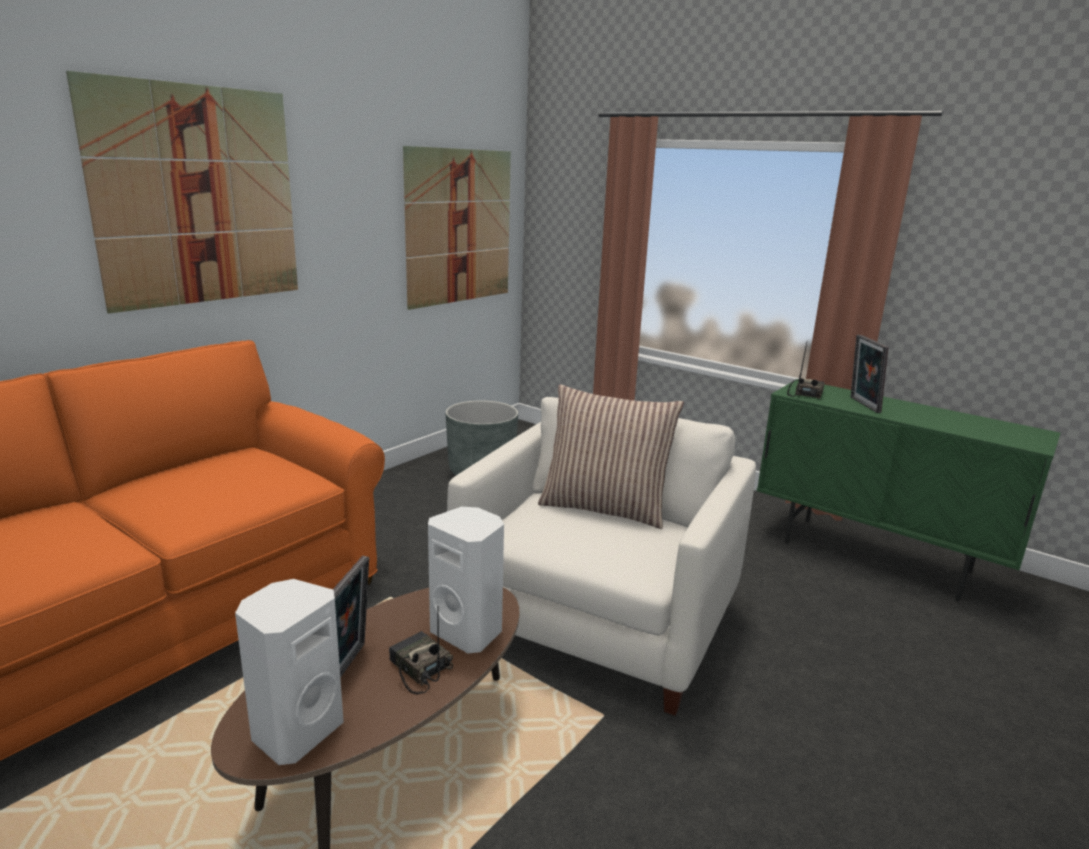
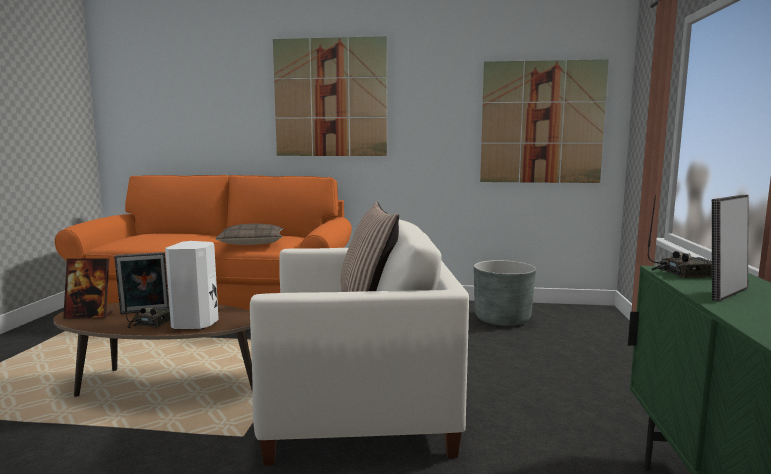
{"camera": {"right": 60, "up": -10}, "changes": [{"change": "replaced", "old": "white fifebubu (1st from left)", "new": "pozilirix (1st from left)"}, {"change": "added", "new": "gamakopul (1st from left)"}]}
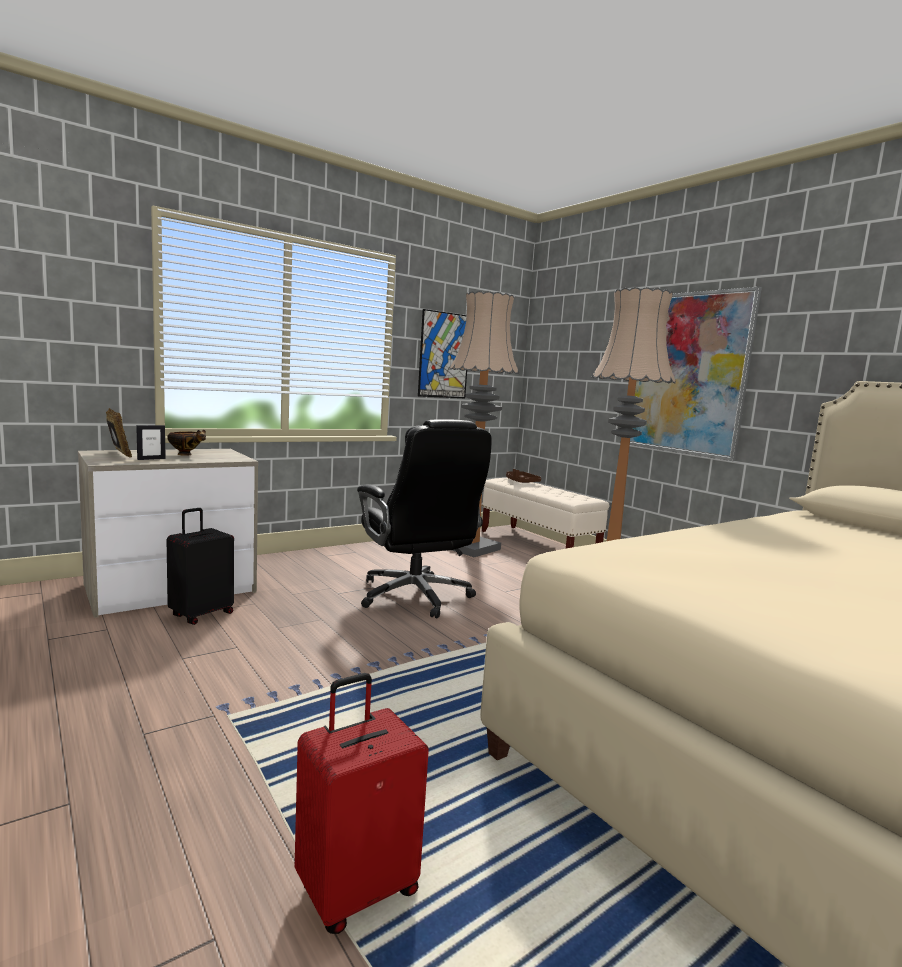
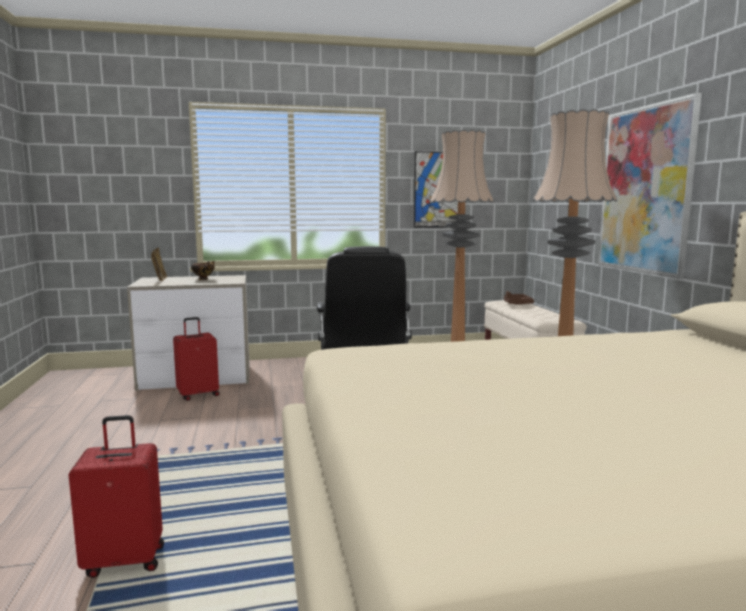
{"camera": {"right": 25, "up": 0}, "changes": [{"change": "removed", "old": "pozilirix (2nd from left)"}, {"change": "recoloured", "old": "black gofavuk", "new": "red gofavuk (2nd from left)"}]}
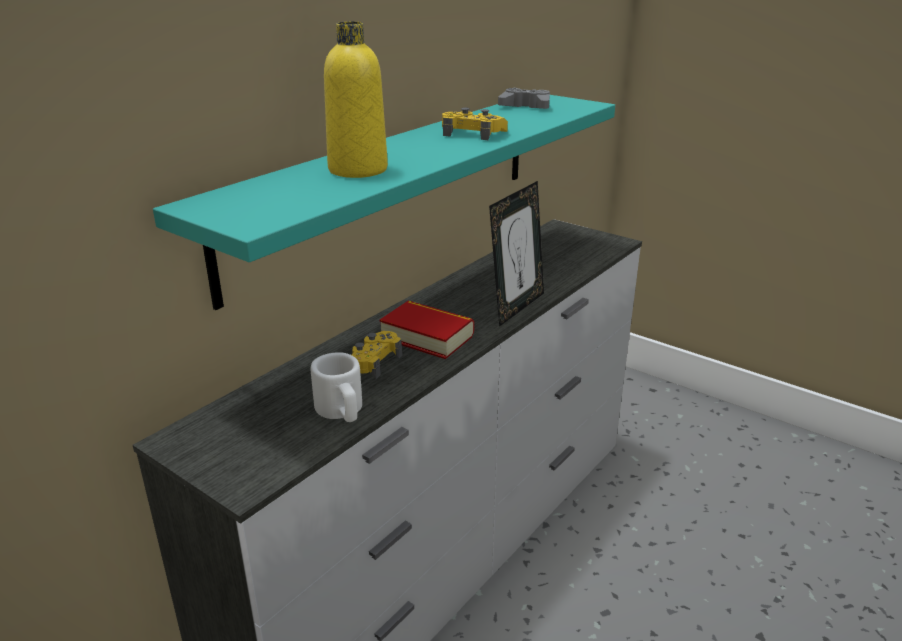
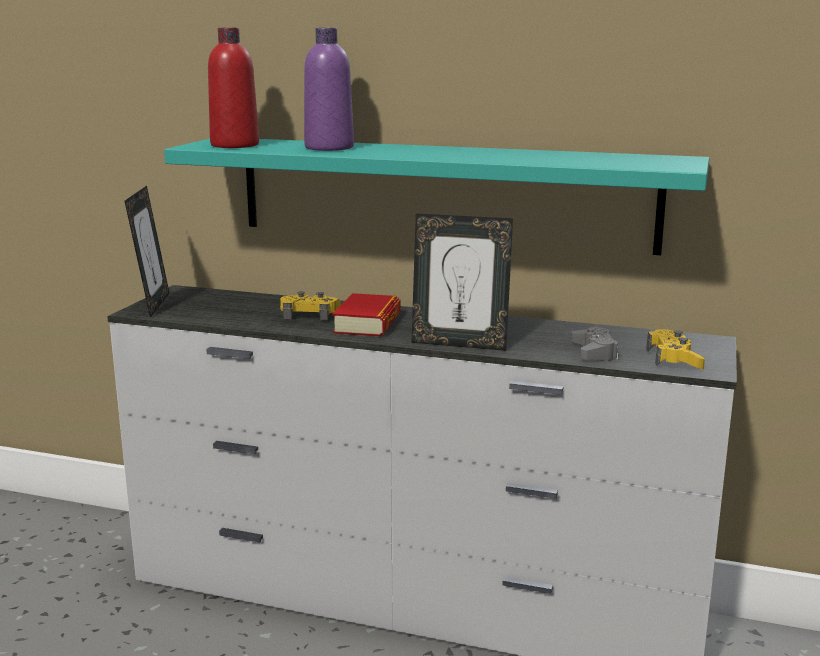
{"camera": {"right": 70, "up": -10}, "changes": [{"change": "recoloured", "old": "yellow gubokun", "new": "purple gubokun"}, {"change": "moved", "old": "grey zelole"}, {"change": "moved", "old": "yellow zelole (2nd from left)"}, {"change": "removed", "old": "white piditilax"}, {"change": "added", "new": "red gubokun"}, {"change": "added", "new": "pozilirix (1st from left)"}]}
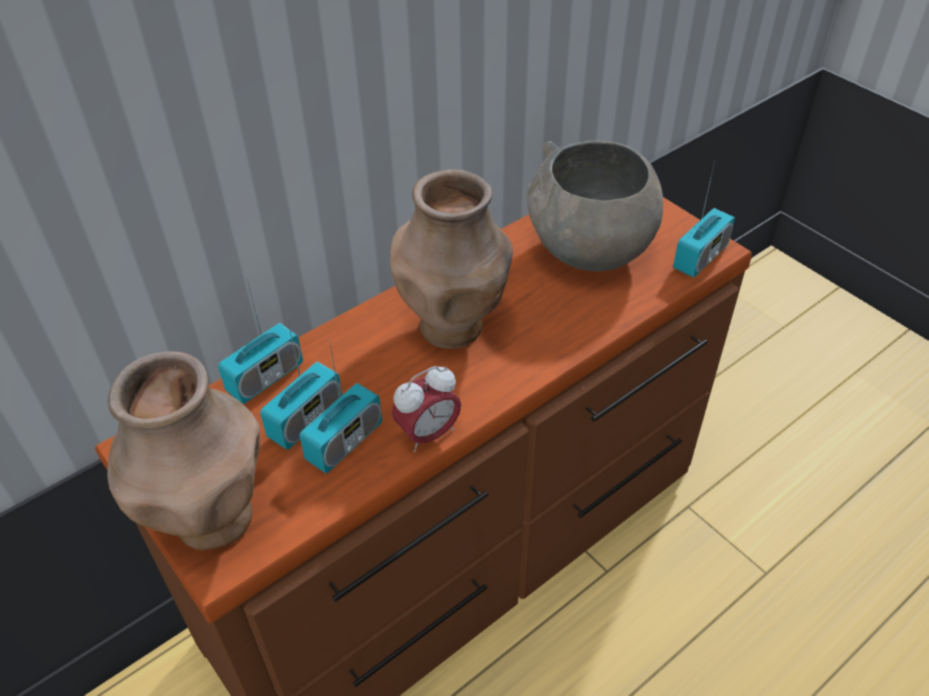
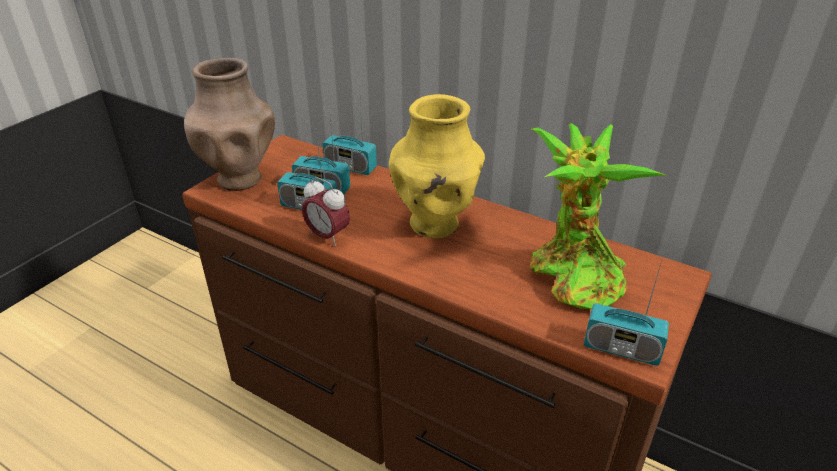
{"camera": {"right": 70, "up": -10}, "changes": [{"change": "replaced", "old": "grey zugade", "new": "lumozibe"}, {"change": "recoloured", "old": "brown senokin (2nd from left)", "new": "yellow senokin"}]}
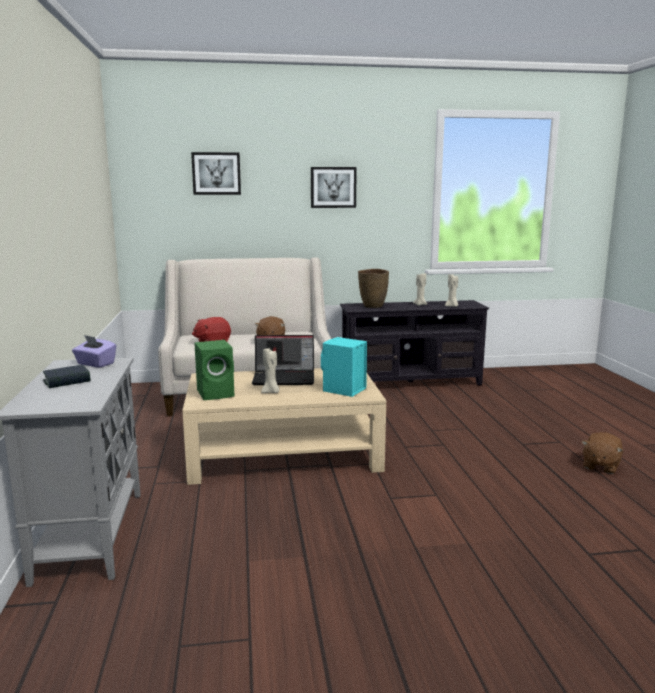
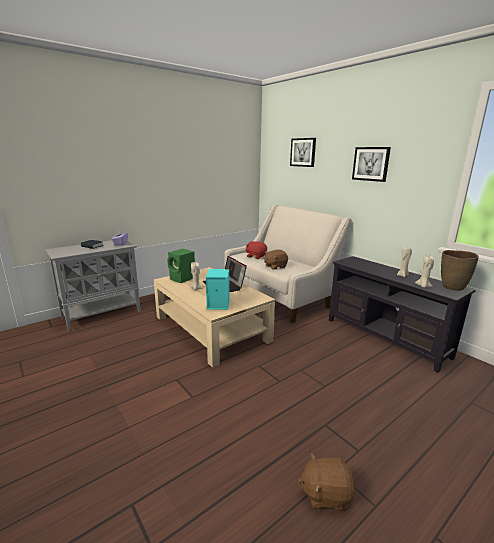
{"camera": {"right": 60, "up": 5}, "changes": [{"change": "moved", "old": "brown senokin"}]}
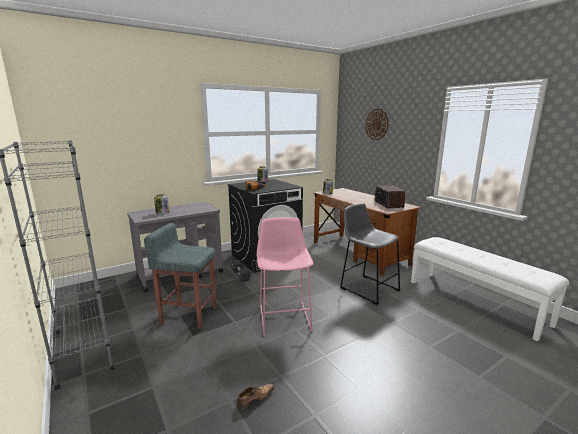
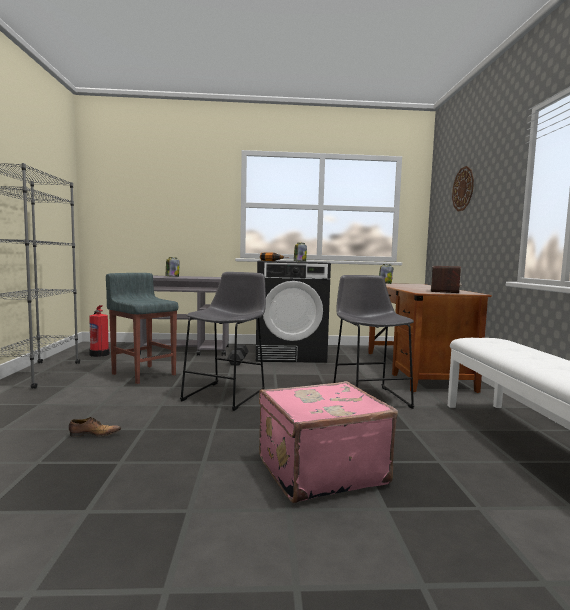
{"camera": {"right": 30, "up": -10}, "changes": [{"change": "recoloured", "old": "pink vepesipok", "new": "grey vepesipok (2nd from left)"}, {"change": "added", "new": "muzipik"}, {"change": "added", "new": "pink gofavuk"}]}
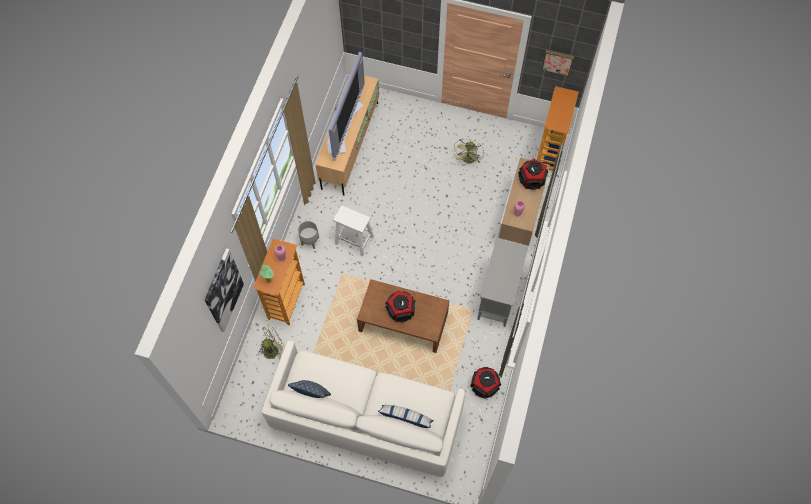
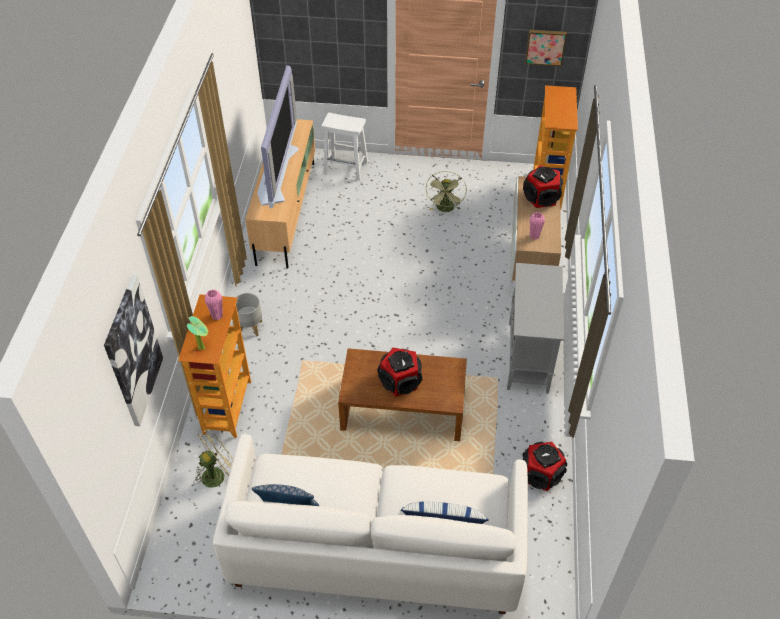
{"camera": {"right": -10, "up": -15}, "changes": [{"change": "moved", "old": "white vepesipok"}]}
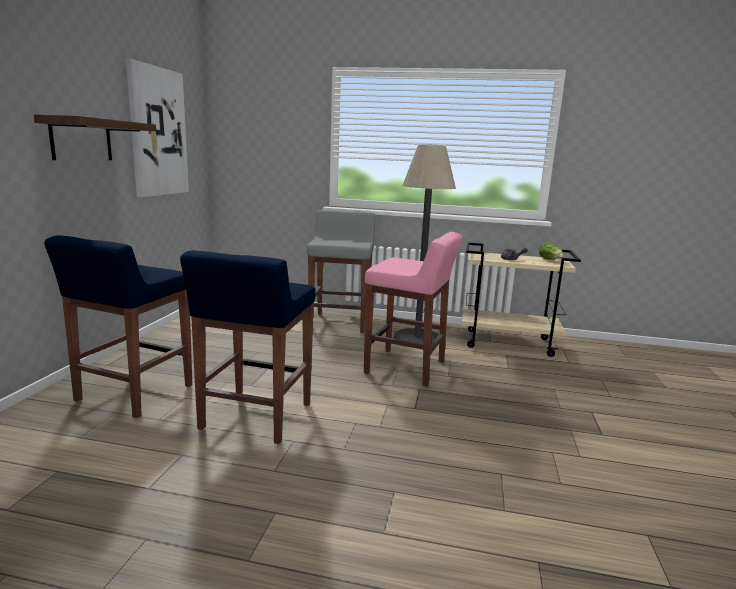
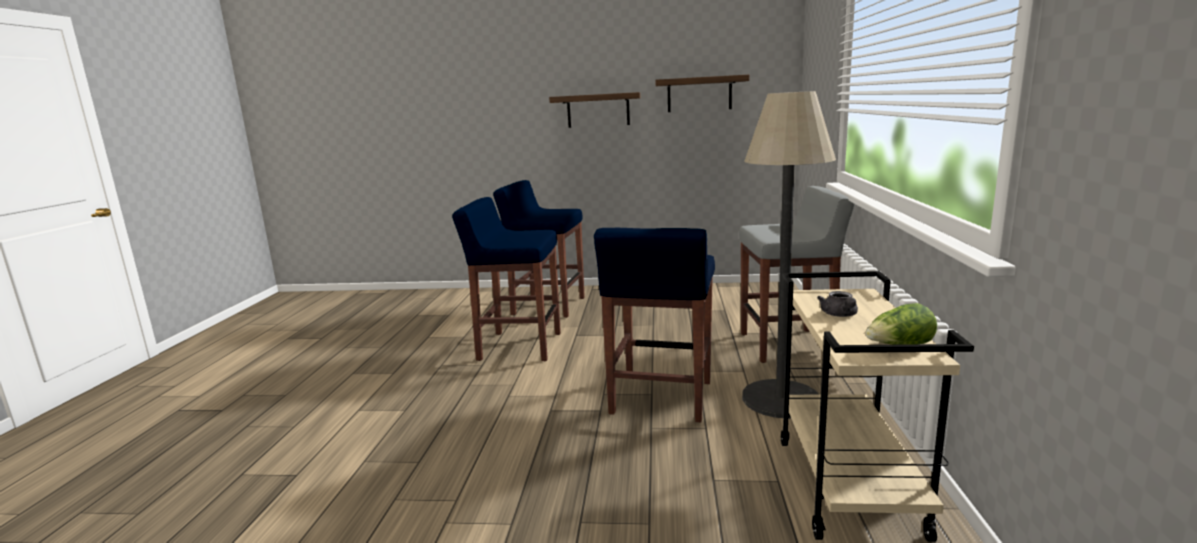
{"camera": {"right": 85, "up": 0}, "changes": [{"change": "replaced", "old": "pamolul", "new": "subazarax (2nd from left)"}, {"change": "recoloured", "old": "pink vepesipok", "new": "blue vepesipok (3rd from left)"}]}
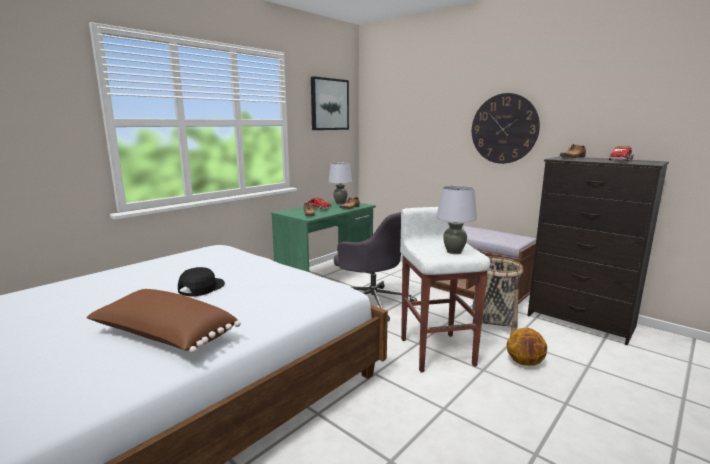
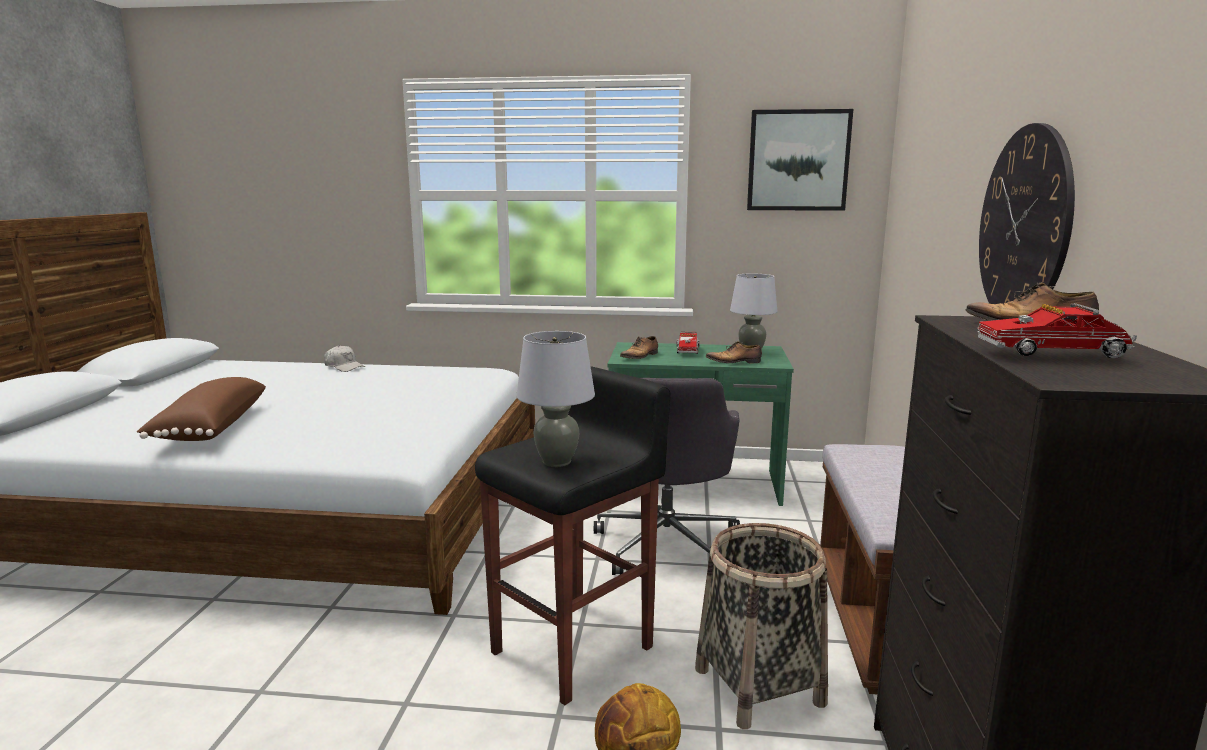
{"camera": {"right": 55, "up": 0}, "changes": [{"change": "recoloured", "old": "white vepesipok", "new": "black vepesipok"}, {"change": "removed", "old": "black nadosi"}, {"change": "added", "new": "white nadosi"}]}
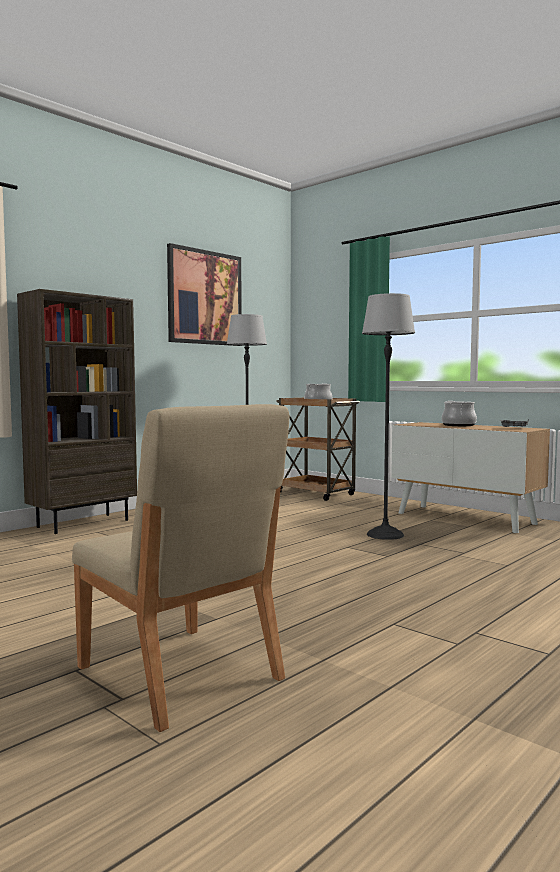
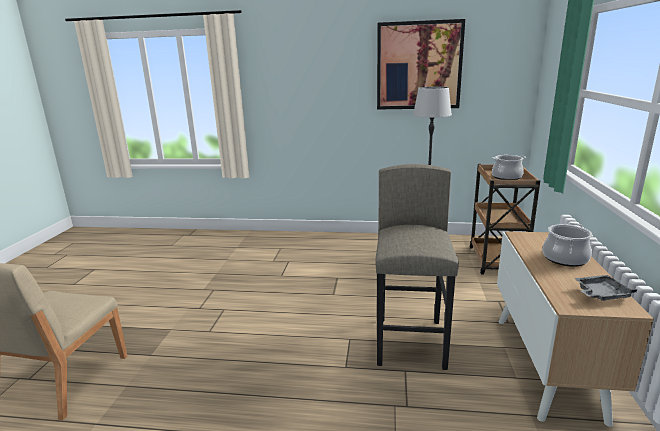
{"camera": {"right": 55, "up": 15}, "changes": [{"change": "removed", "old": "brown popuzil"}, {"change": "replaced", "old": "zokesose (2nd from left)", "new": "grey vepesipok"}]}
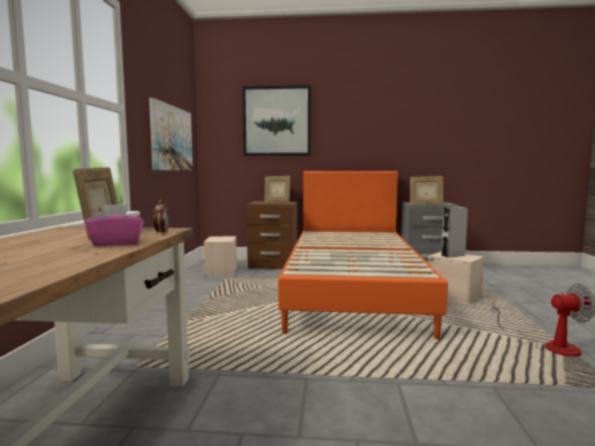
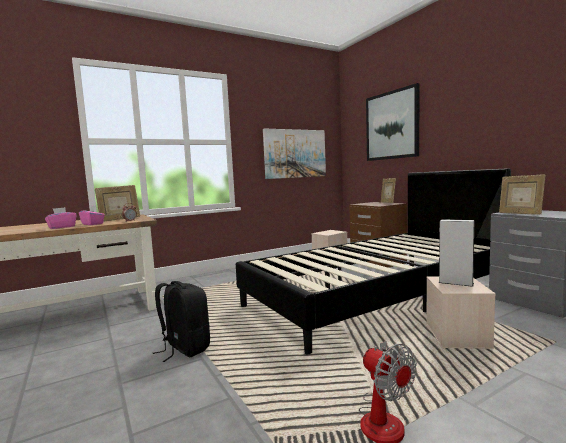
{"camera": {"right": 55, "up": 0}, "changes": [{"change": "recoloured", "old": "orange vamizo", "new": "black vamizo"}, {"change": "added", "new": "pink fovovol (1st from left)"}, {"change": "added", "new": "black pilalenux"}]}
